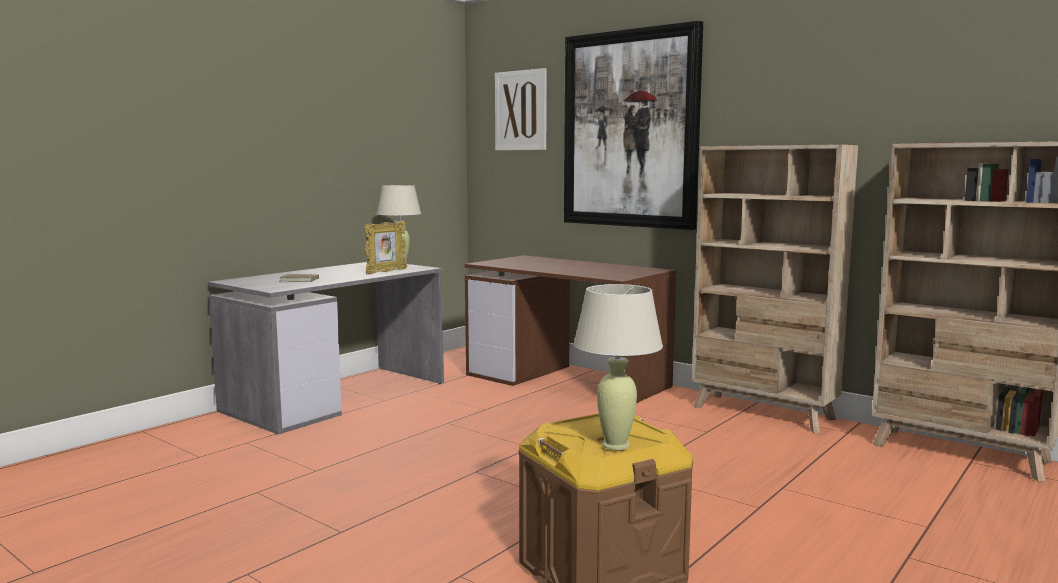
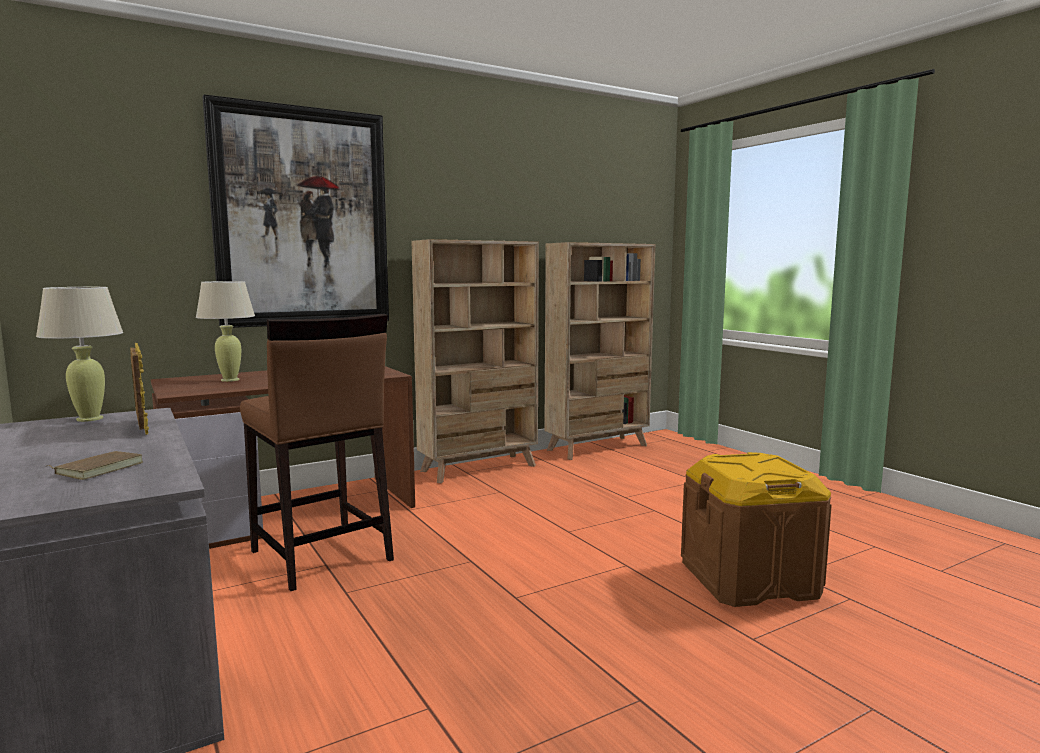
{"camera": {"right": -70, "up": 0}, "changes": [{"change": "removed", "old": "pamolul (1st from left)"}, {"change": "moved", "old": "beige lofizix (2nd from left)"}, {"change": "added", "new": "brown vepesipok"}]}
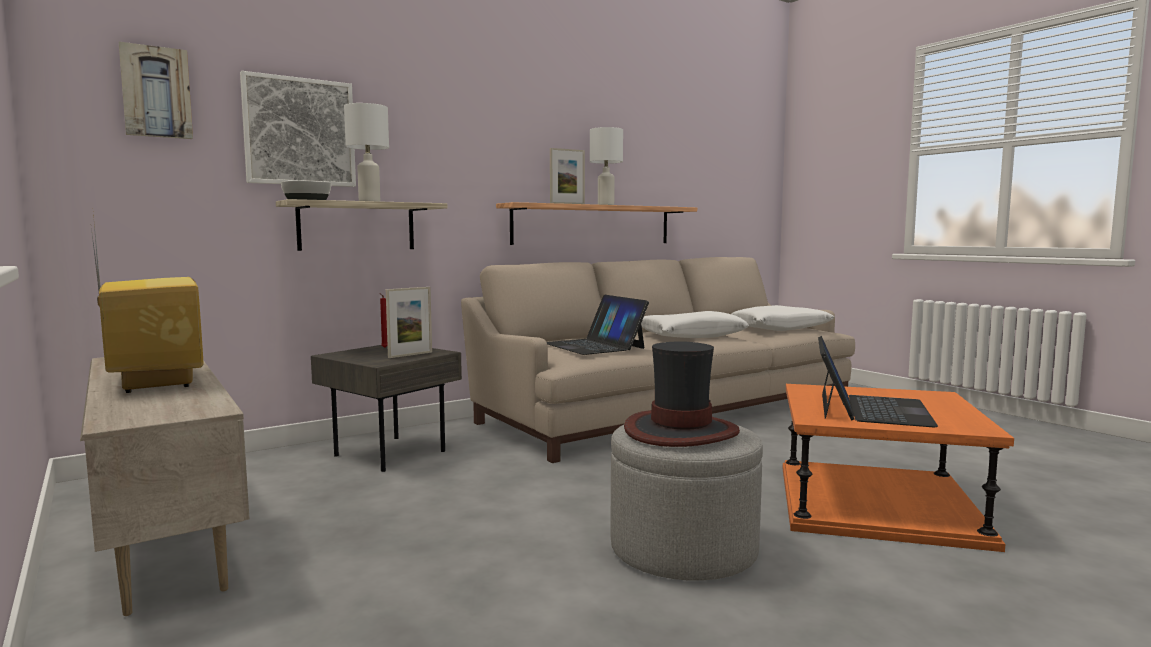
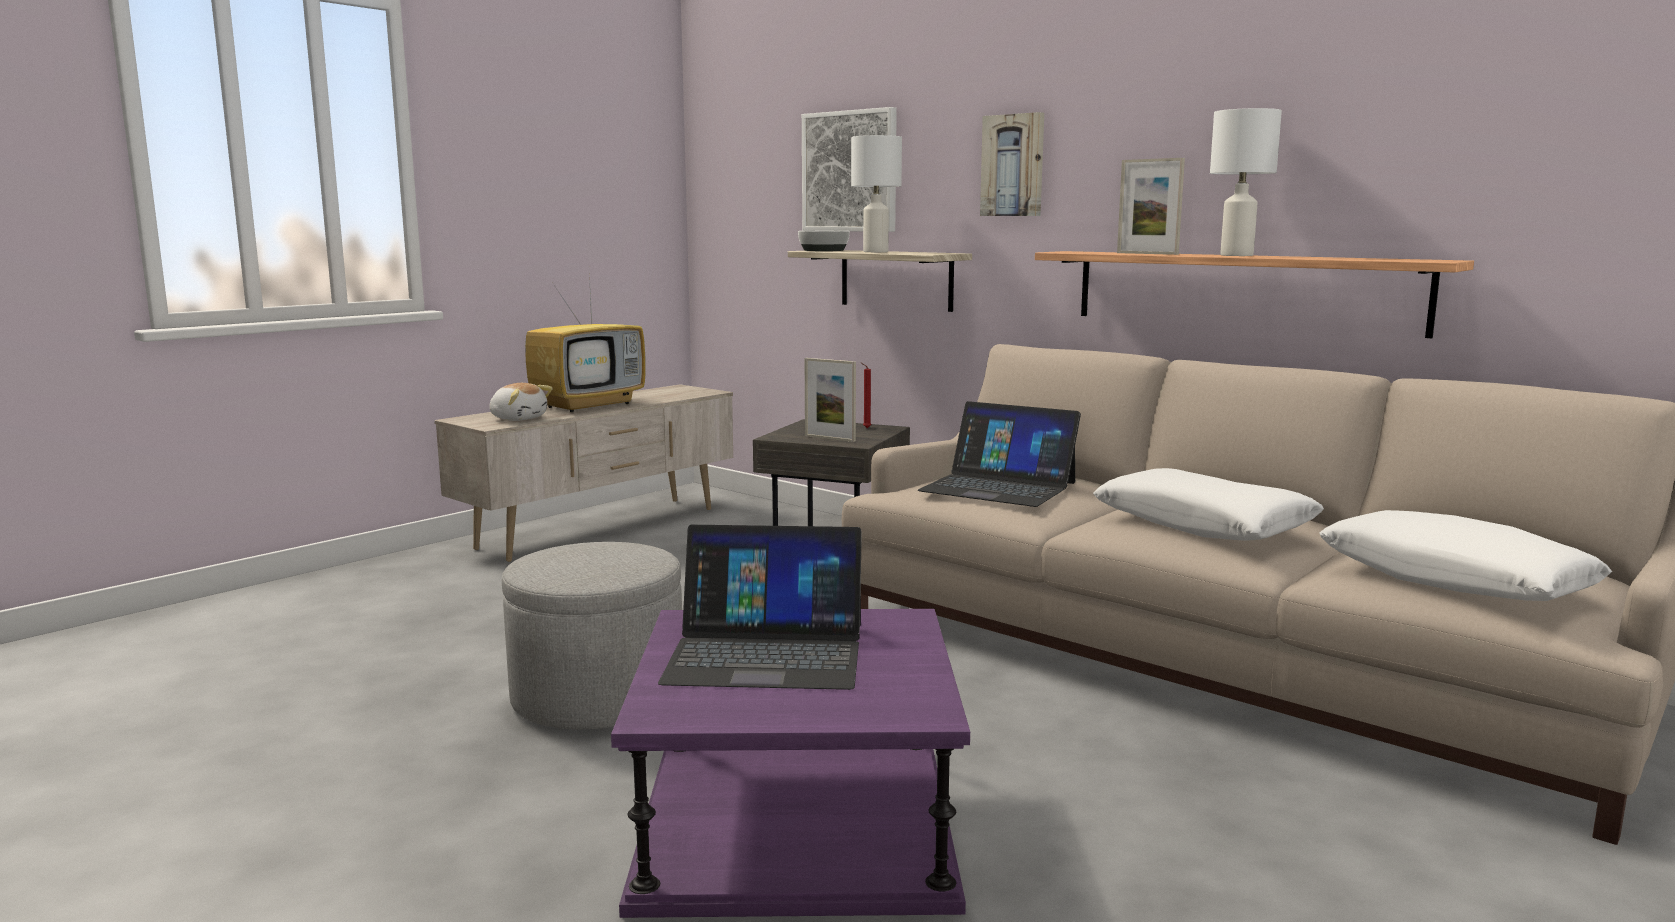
{"camera": {"right": 75, "up": 5}, "changes": [{"change": "moved", "old": "pamolul (1st from left in the first image)", "new": "pamolul (2nd from left)"}, {"change": "turned", "old": "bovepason (1st from left in the first image)", "degrees": -105}, {"change": "removed", "old": "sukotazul"}, {"change": "recoloured", "old": "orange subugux", "new": "purple subugux"}, {"change": "added", "new": "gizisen"}]}
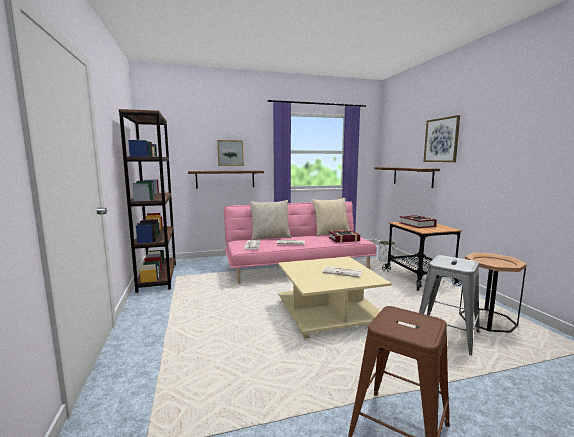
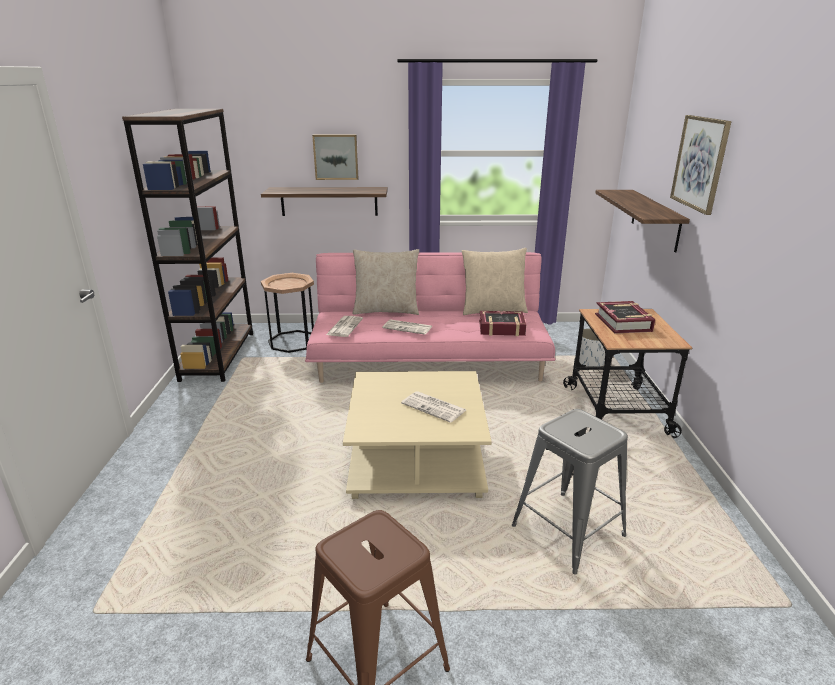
{"camera": {"right": 15, "up": 15}, "changes": [{"change": "moved", "old": "brown subugux"}]}
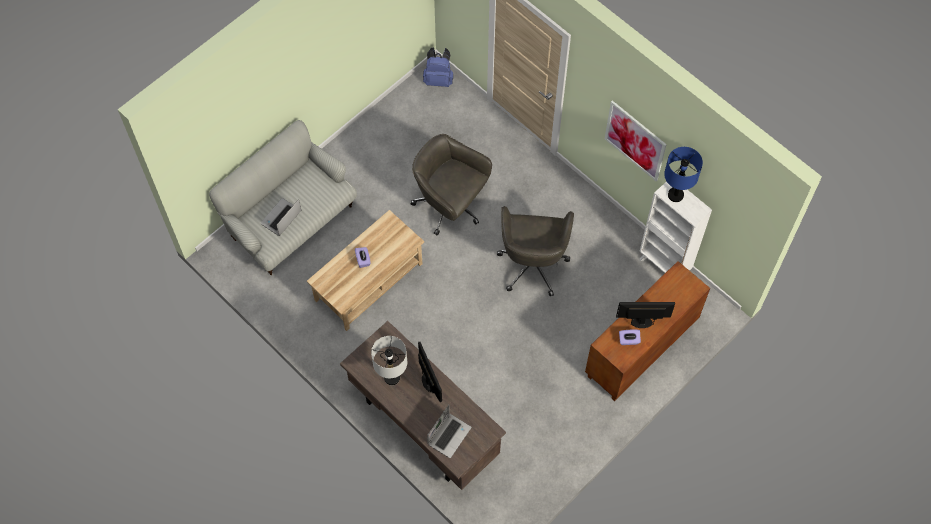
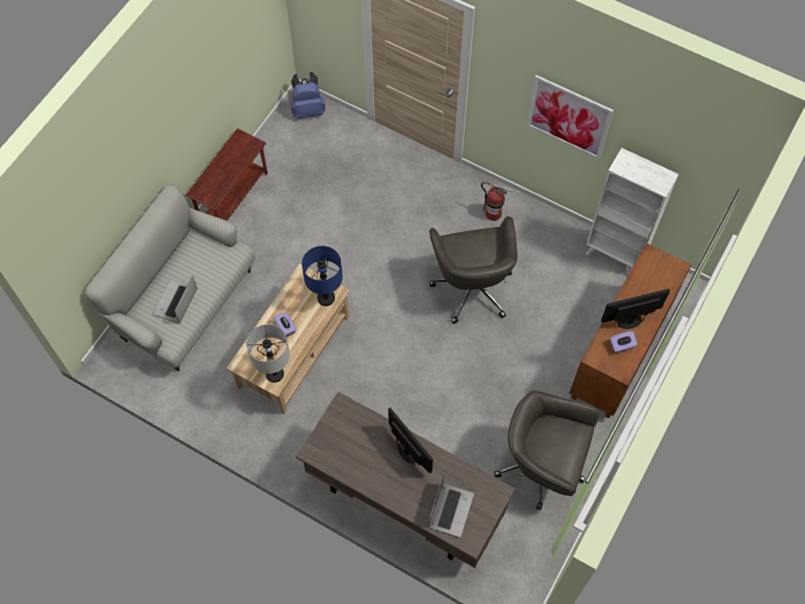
{"camera": {"right": -15, "up": 0}, "changes": [{"change": "moved", "old": "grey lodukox (1st from left in the first image)", "new": "grey lodukox (2nd from left)"}, {"change": "moved", "old": "blue lofizix"}, {"change": "moved", "old": "grey lofizix"}, {"change": "added", "new": "brown subugux"}, {"change": "added", "new": "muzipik"}]}
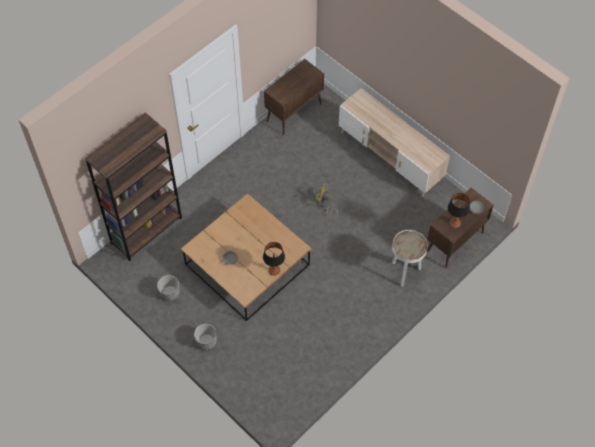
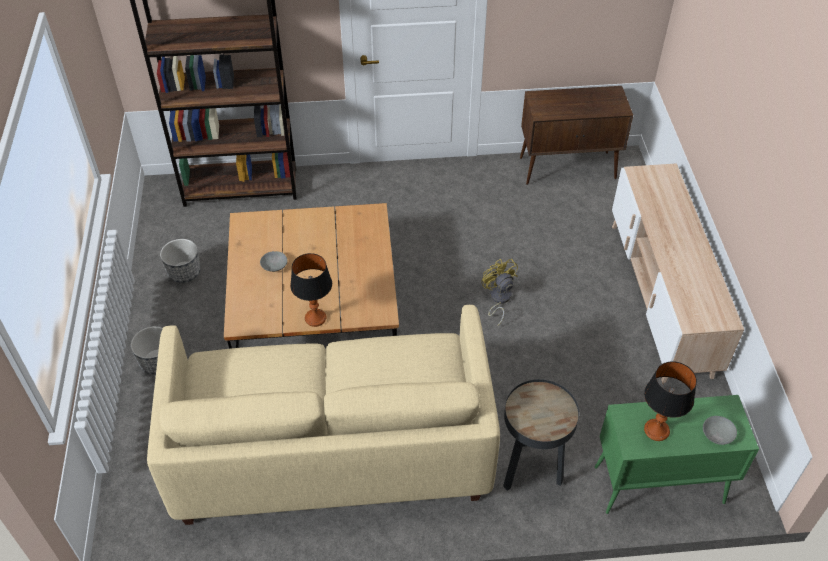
{"camera": {"right": 40, "up": -10}, "changes": [{"change": "recoloured", "old": "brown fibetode (2nd from left)", "new": "green fibetode"}, {"change": "recoloured", "old": "white subugux", "new": "black subugux"}, {"change": "added", "new": "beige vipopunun"}]}
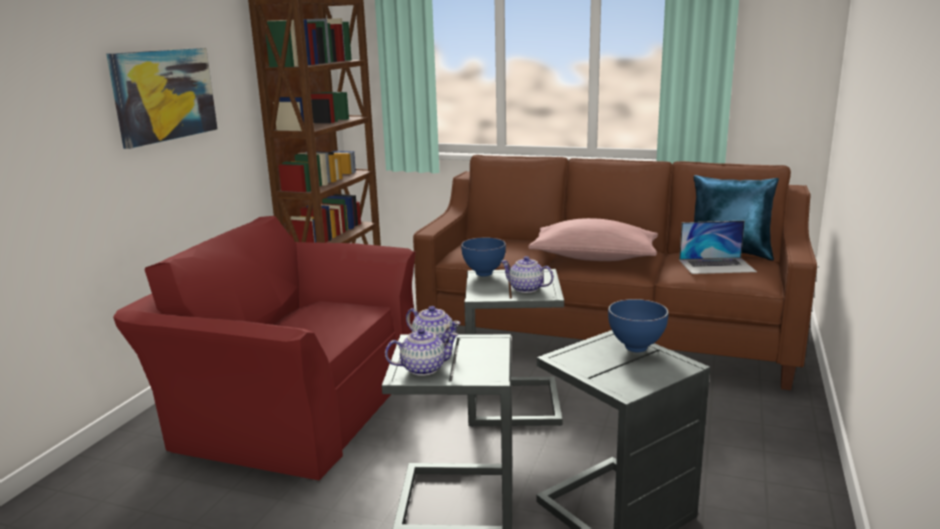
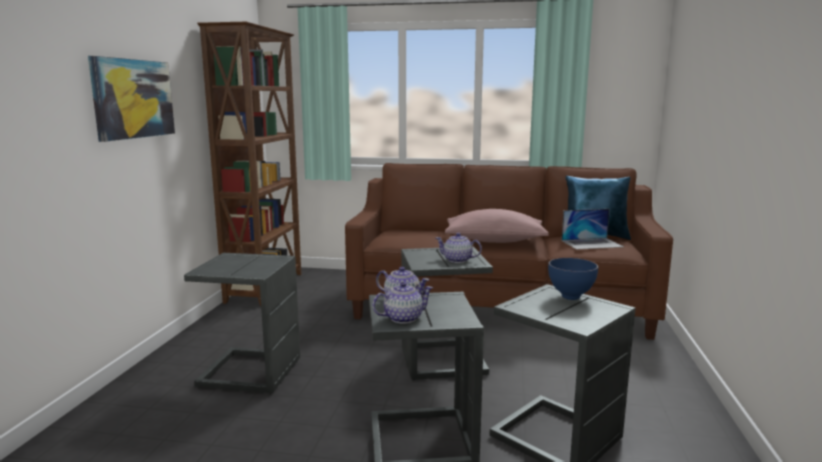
{"camera": {"right": -10, "up": -5}, "changes": [{"change": "replaced", "old": "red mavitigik", "new": "grey subugux (1st from left)"}, {"change": "removed", "old": "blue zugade (1st from left)"}]}
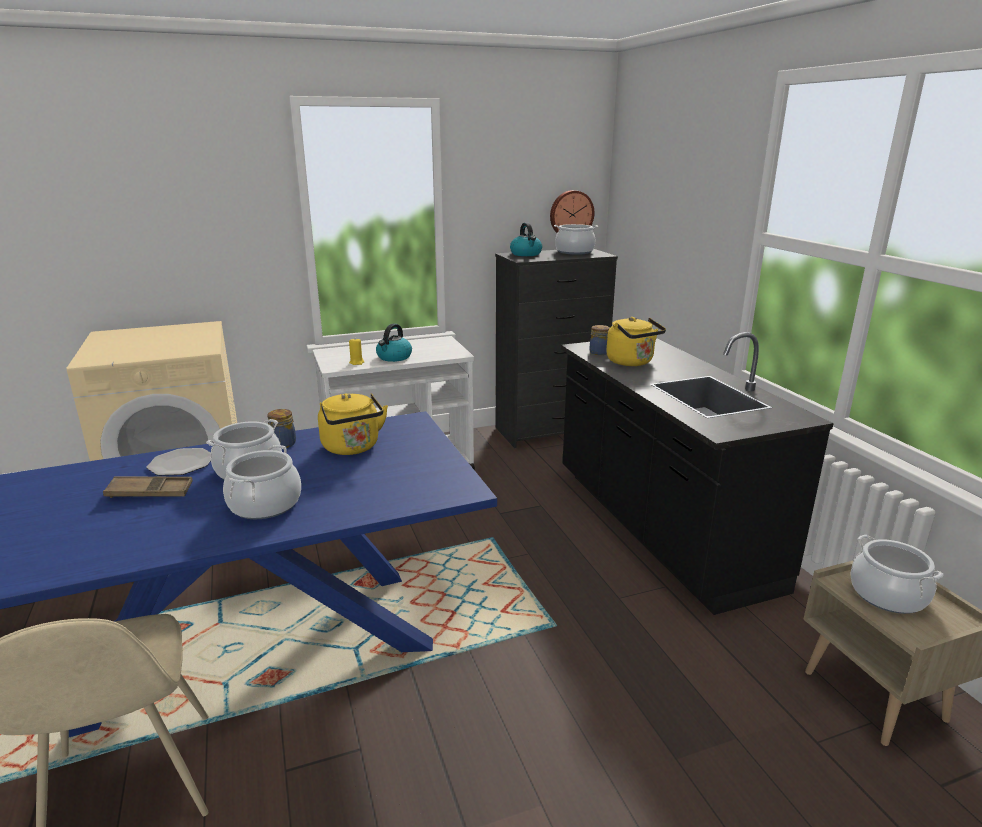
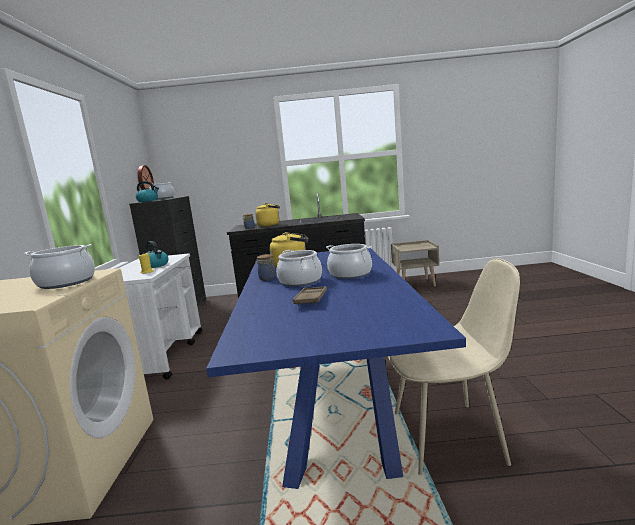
{"camera": {"right": -70, "up": -10}, "changes": [{"change": "removed", "old": "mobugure"}, {"change": "moved", "old": "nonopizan (4th from left in the first image)", "new": "nonopizan (1st from left)"}]}
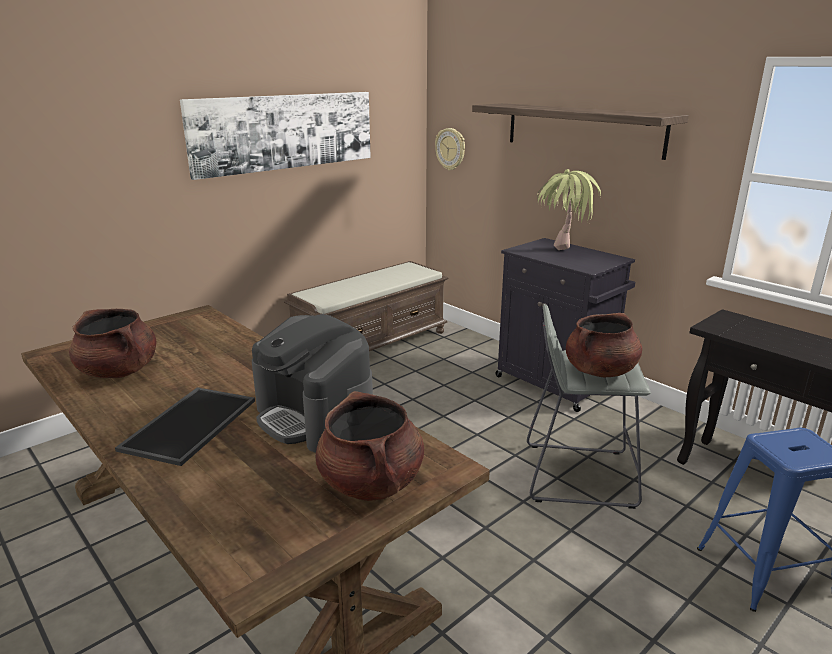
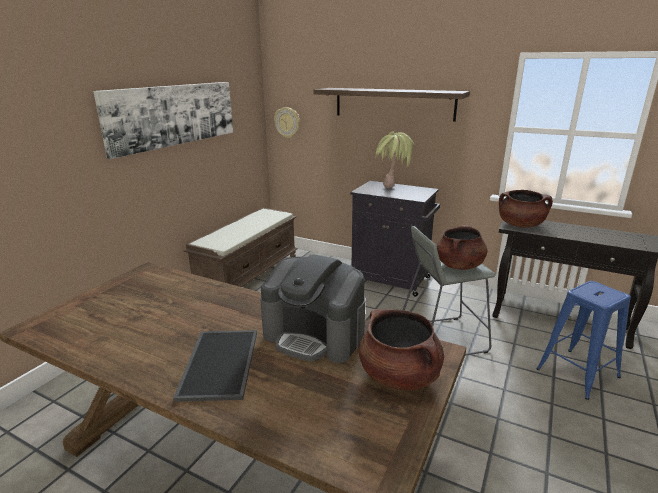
{"camera": {"right": -20, "up": 0}, "changes": [{"change": "moved", "old": "brown nonopizan (1st from left in the first image)", "new": "brown nonopizan (3rd from left)"}]}
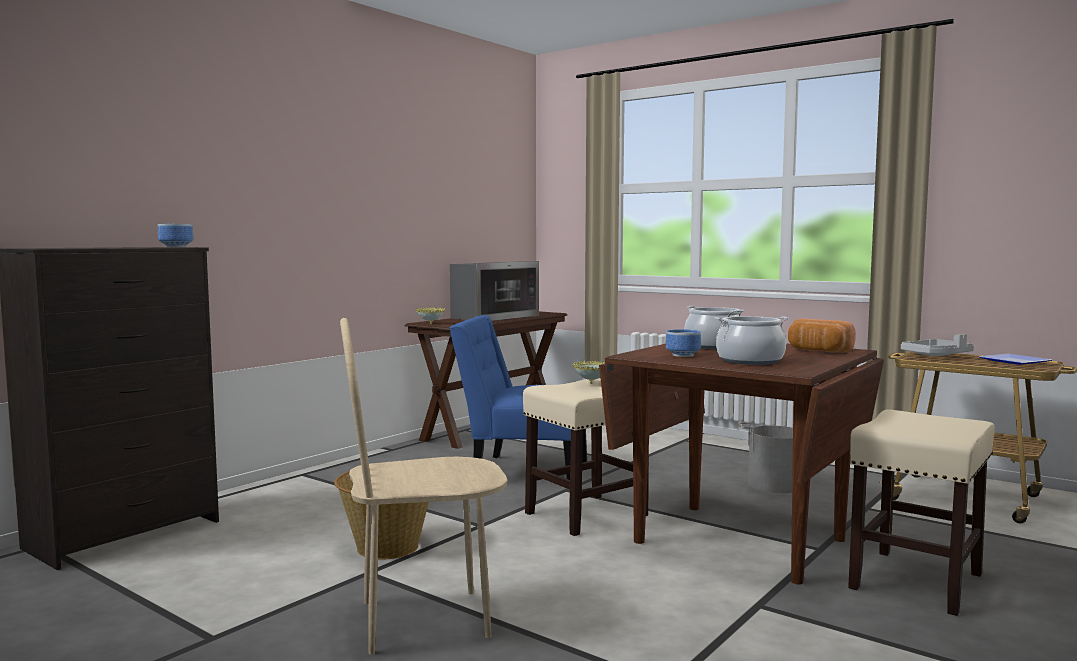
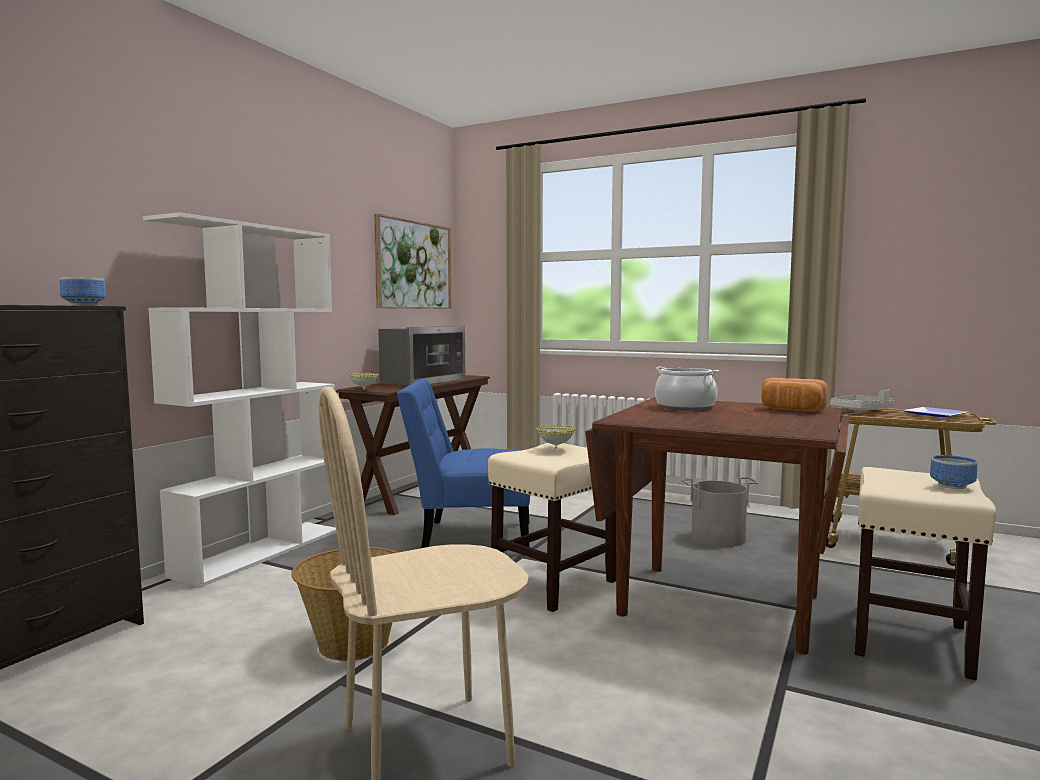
{"camera": {"right": -10, "up": 0}, "changes": [{"change": "removed", "old": "nonopizan (2nd from left)"}, {"change": "moved", "old": "zugade (4th from left)"}, {"change": "added", "new": "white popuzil"}, {"change": "added", "new": "pamolul"}]}
